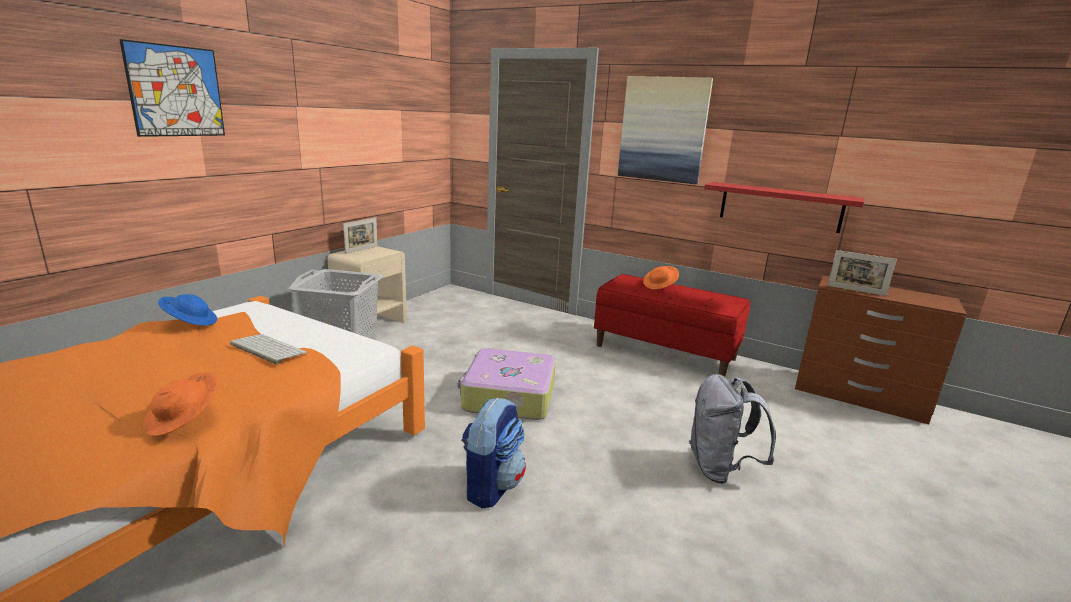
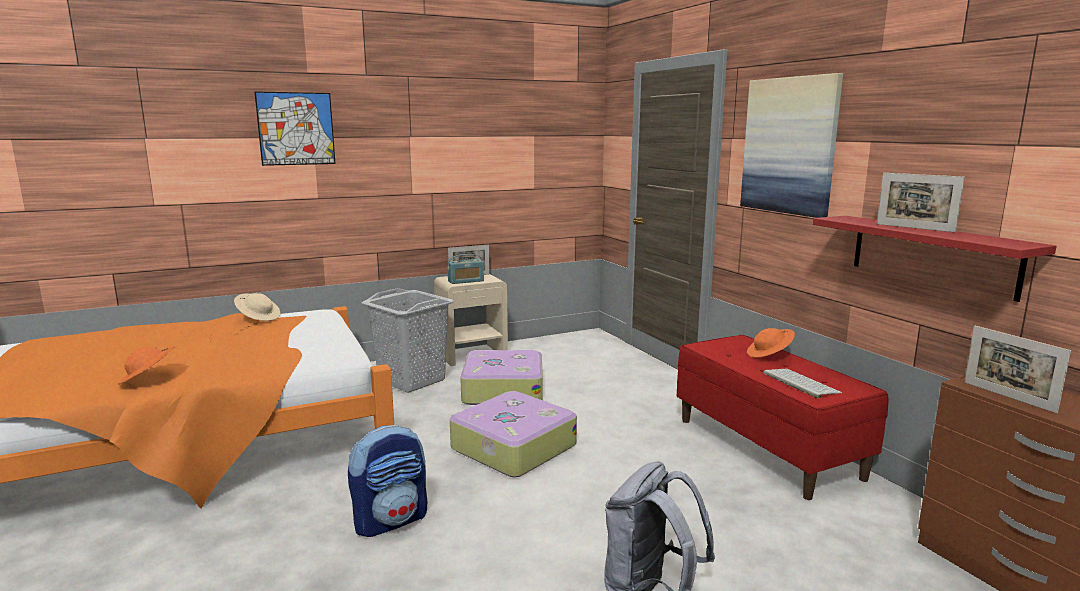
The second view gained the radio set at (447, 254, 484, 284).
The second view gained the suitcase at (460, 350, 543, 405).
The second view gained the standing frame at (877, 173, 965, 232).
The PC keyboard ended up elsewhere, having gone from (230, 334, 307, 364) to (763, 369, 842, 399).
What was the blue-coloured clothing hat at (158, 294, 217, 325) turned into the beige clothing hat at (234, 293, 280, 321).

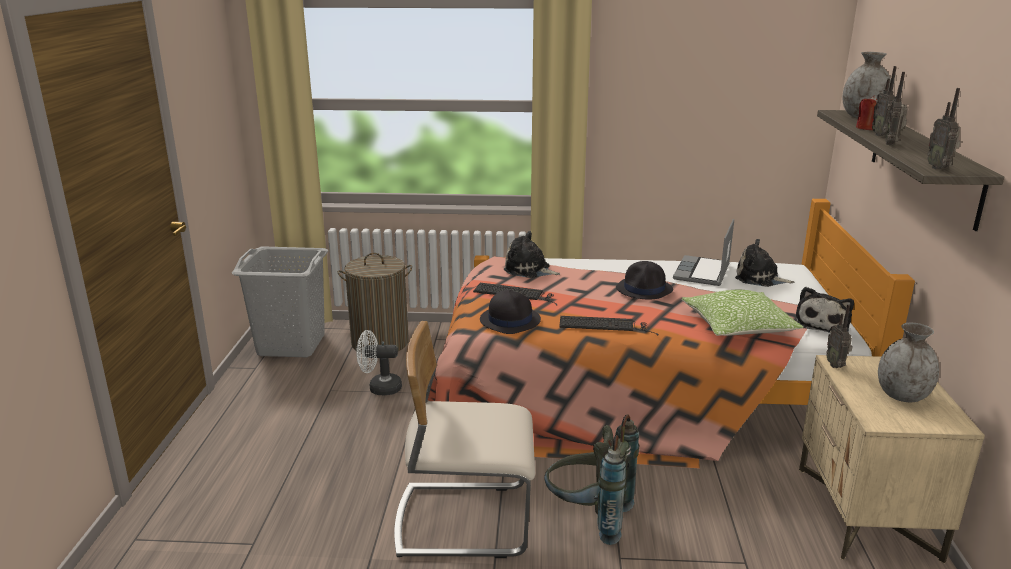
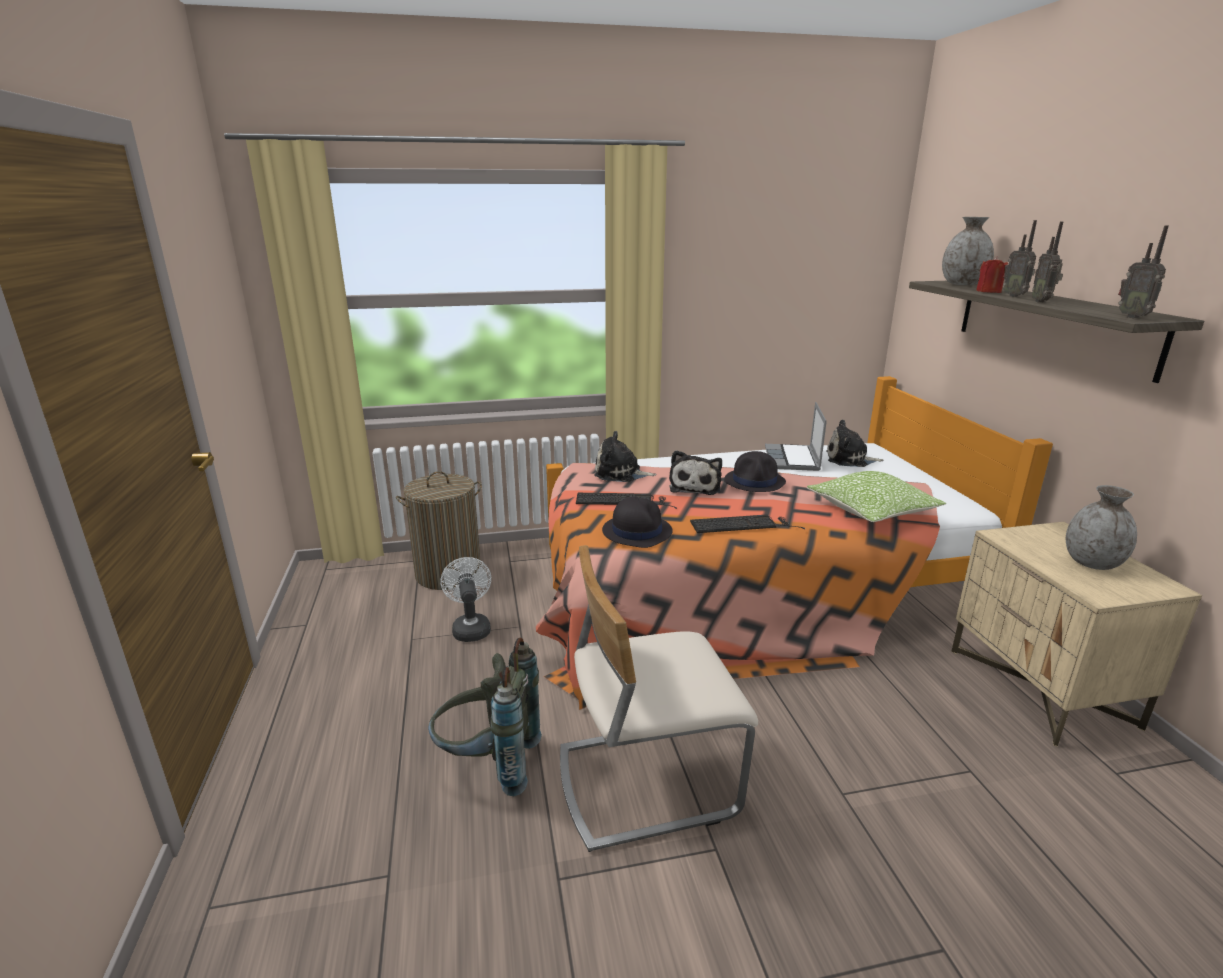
The second view lost the greyish washing basket at (232, 246, 328, 357).
The second view lost the radio set at (826, 304, 853, 368).
The greyish rucksack ended up elsewhere, having gone from (544, 414, 639, 545) to (428, 637, 542, 796).
The soft toy ended up elsewhere, having gone from (796, 287, 854, 333) to (669, 450, 722, 495).
The white cooling fan at (356, 330, 402, 395) ended up facing another way, 90 degrees clockwise from before.

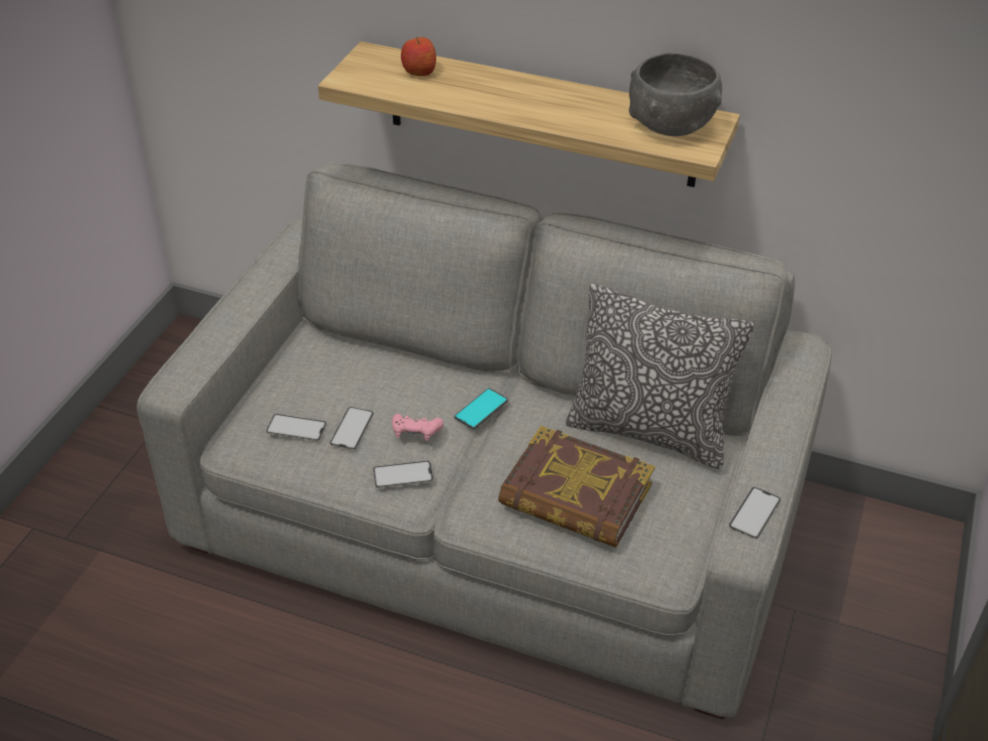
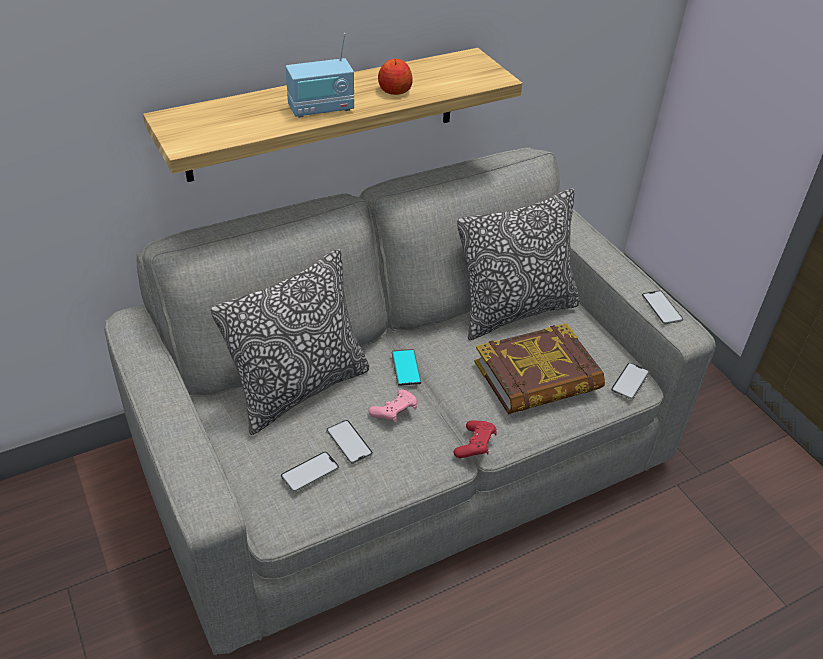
The second view lost the greyish bowl at (629, 52, 722, 136).
The second view gained the cushion at (211, 249, 370, 435).
The second view gained the radio set at (286, 33, 354, 118).
The second view gained the red gamepad at (453, 420, 497, 458).
The handset ended up elsewhere, having gone from (373, 461, 433, 488) to (611, 362, 650, 400).
The apple fruit ended up elsewhere, having gone from (401, 37, 436, 76) to (378, 59, 413, 95).

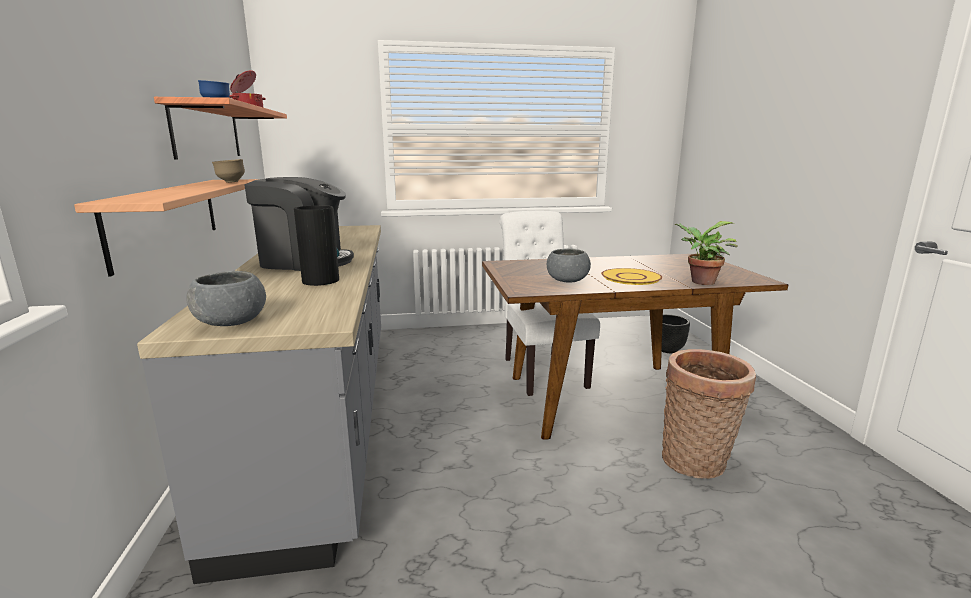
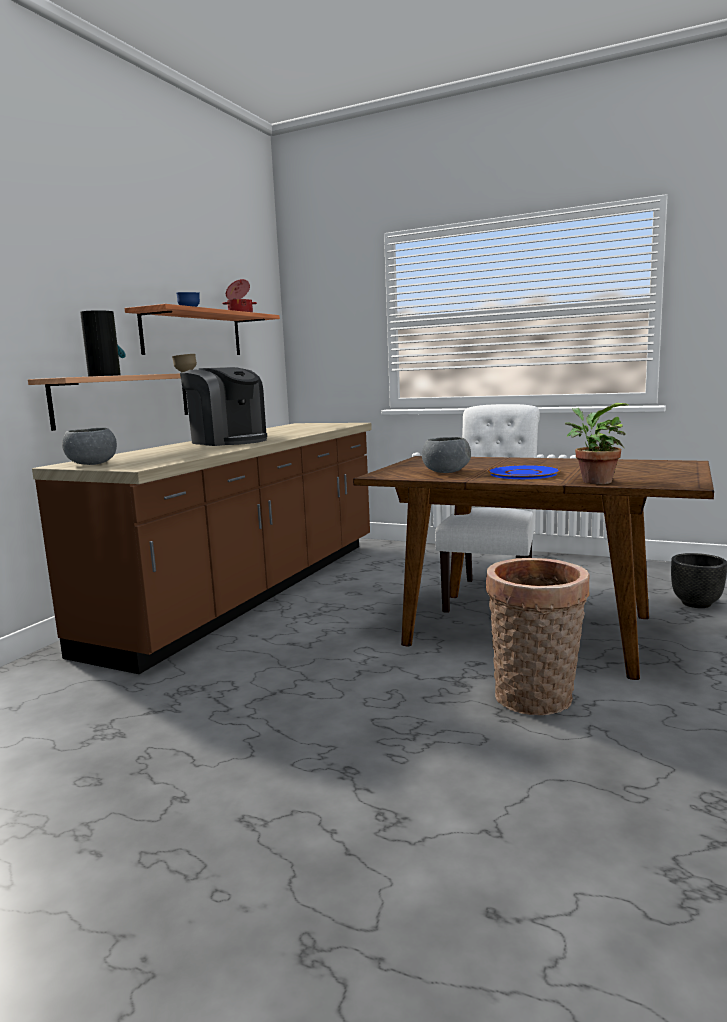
The flower vase ended up elsewhere, having gone from (294, 206, 340, 286) to (80, 310, 126, 376).
What was the greyish counter at (137, 225, 381, 584) turned into the brown-coloured counter at (32, 423, 372, 674).
What was the yellow plate at (601, 268, 662, 285) turned into the blue-coloured plate at (488, 465, 561, 479).

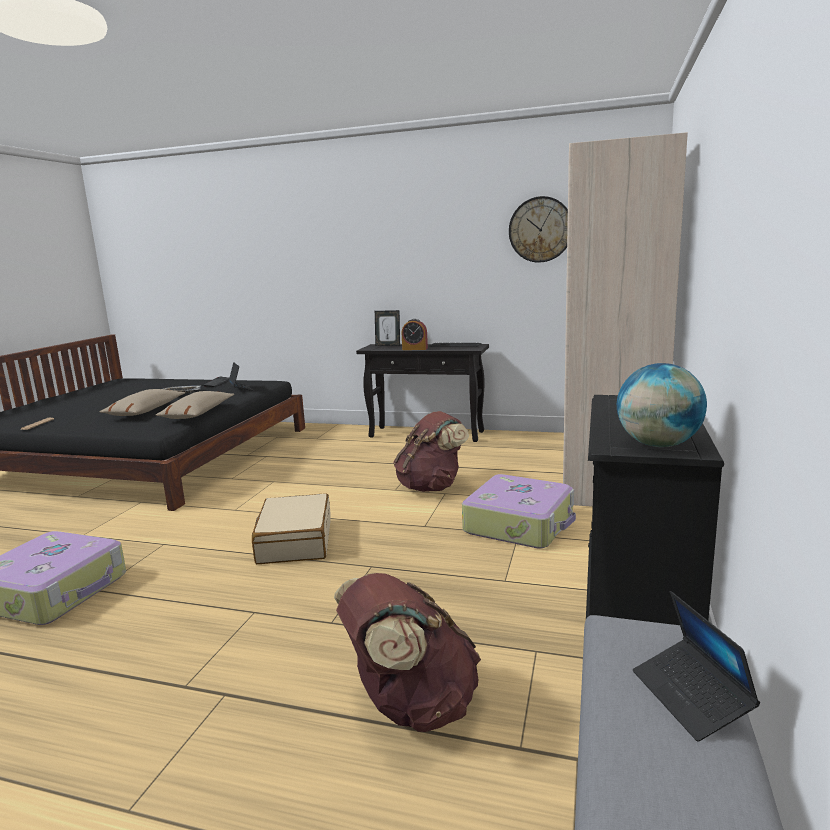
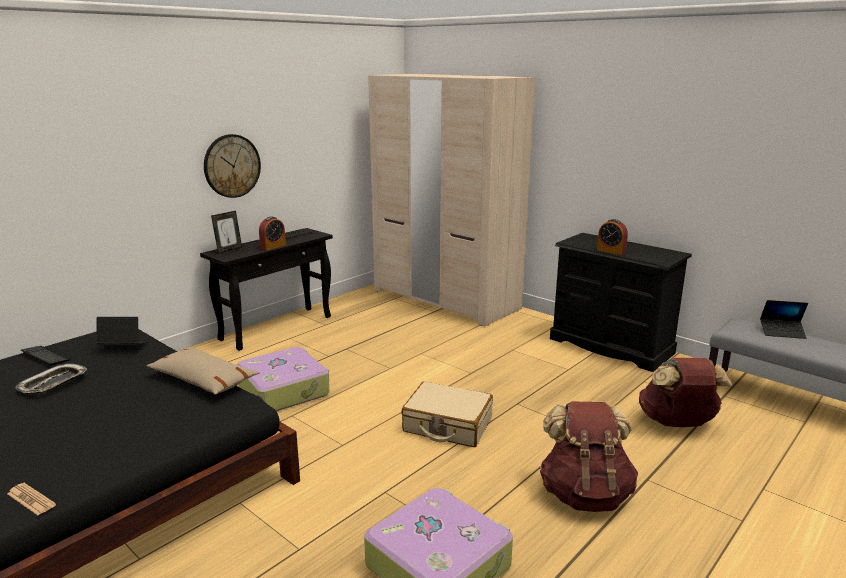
The second view lost the beige cushion at (100, 389, 185, 416).
The second view lost the world globe at (617, 363, 707, 447).
The second view gained the table clock at (597, 219, 628, 255).
The brown-coloured rucksack ended up elsewhere, having gone from (393, 411, 469, 492) to (539, 401, 638, 512).
The suitcase ended up elsewhere, having gone from (462, 474, 576, 549) to (237, 347, 330, 411).
The wall clock ended up elsewhere, having gone from (509, 196, 568, 263) to (204, 134, 261, 198).

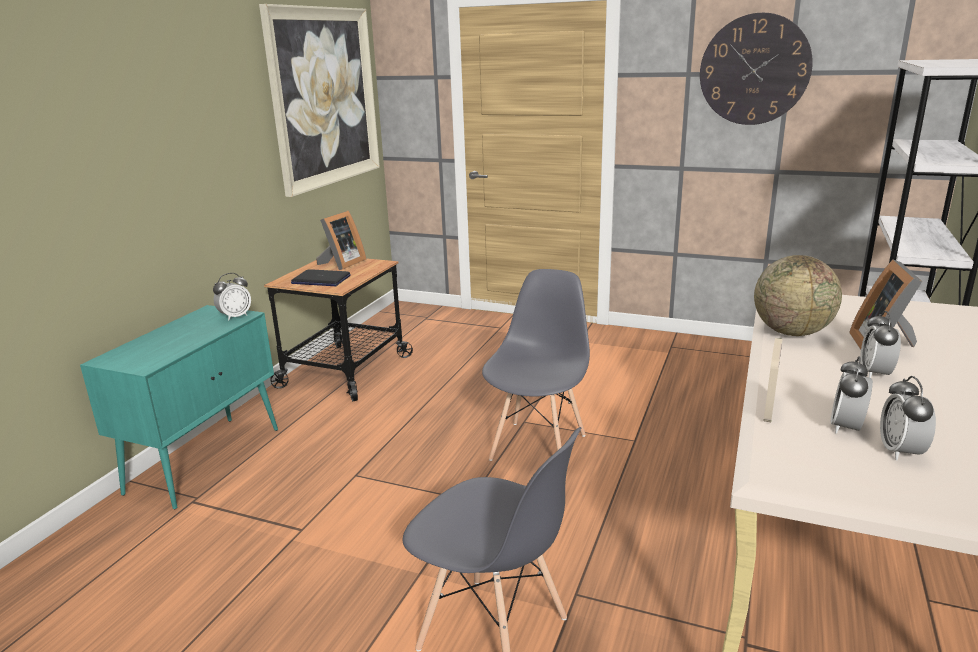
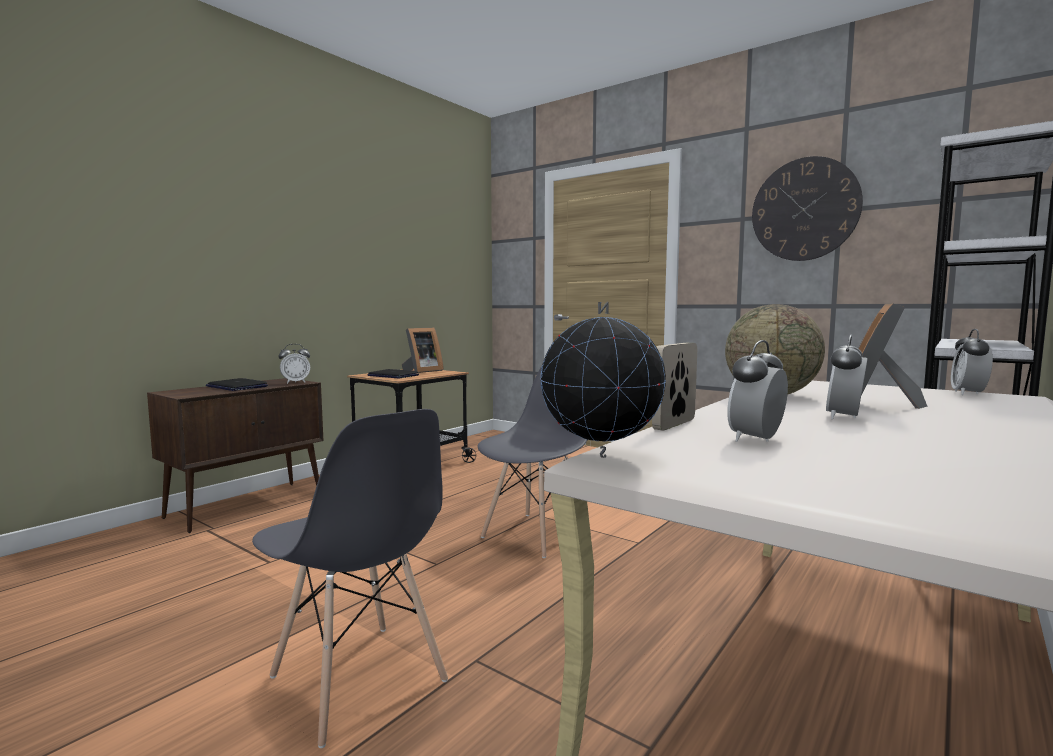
The second view lost the wall picture at (259, 4, 380, 197).
The second view gained the portable computer at (206, 378, 268, 391).
The second view gained the world globe at (540, 302, 666, 458).
The table clock ended up elsewhere, having gone from (880, 376, 936, 460) to (951, 329, 993, 395).
What was the turquoise cupboard at (80, 305, 278, 510) turned into the brown-coloured cupboard at (147, 378, 323, 533).

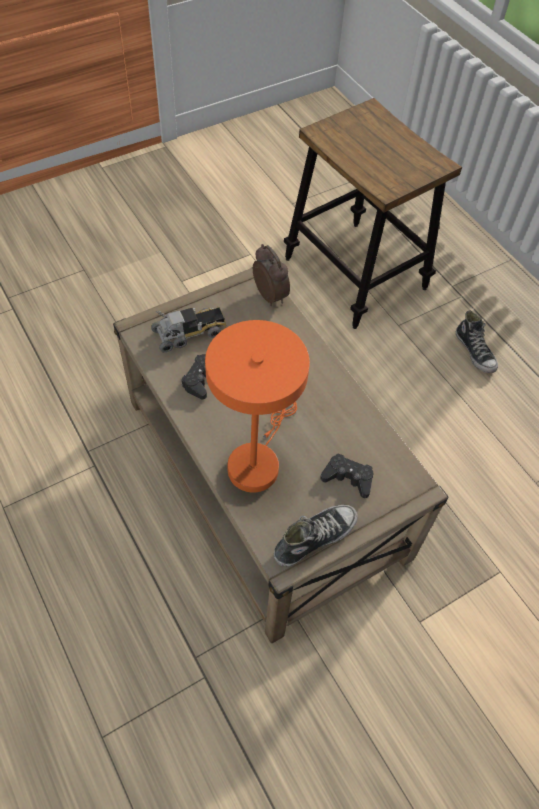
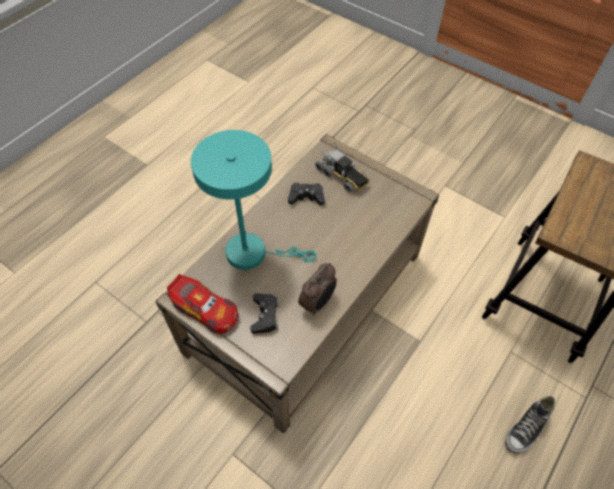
The table clock ended up elsewhere, having gone from (253, 244, 290, 306) to (298, 263, 337, 315).
Where the item of footwear stood at (274, 505, 358, 567), the toy car came to stand at (167, 274, 239, 334).
What was the orange table lamp at (205, 320, 310, 493) turned into the turquoise table lamp at (191, 130, 316, 270).

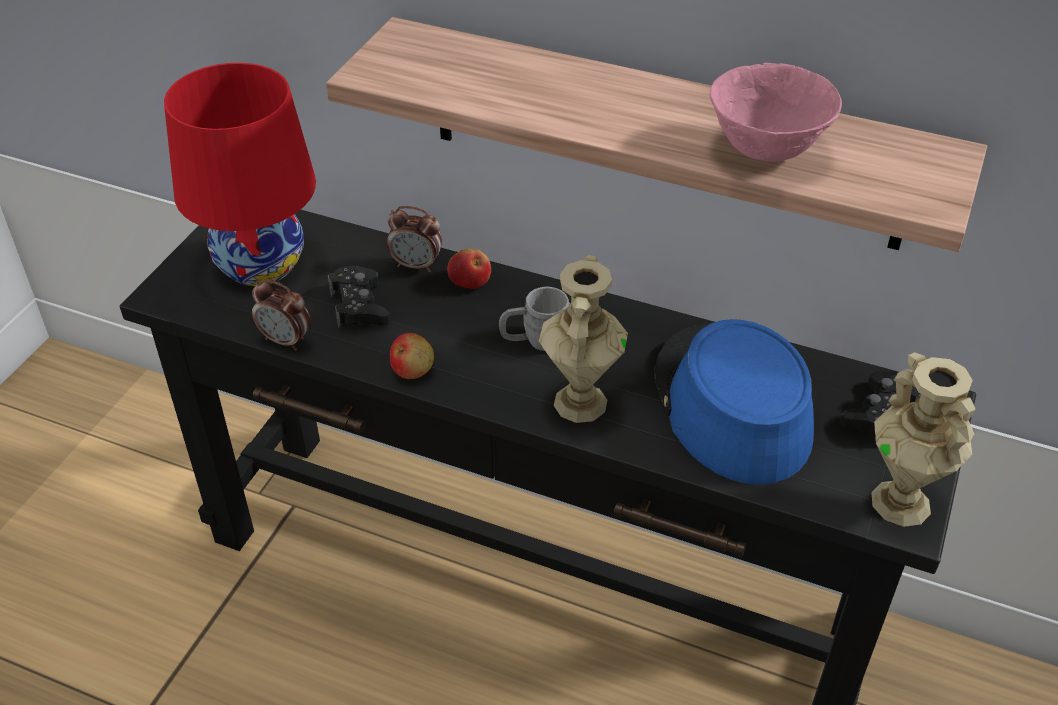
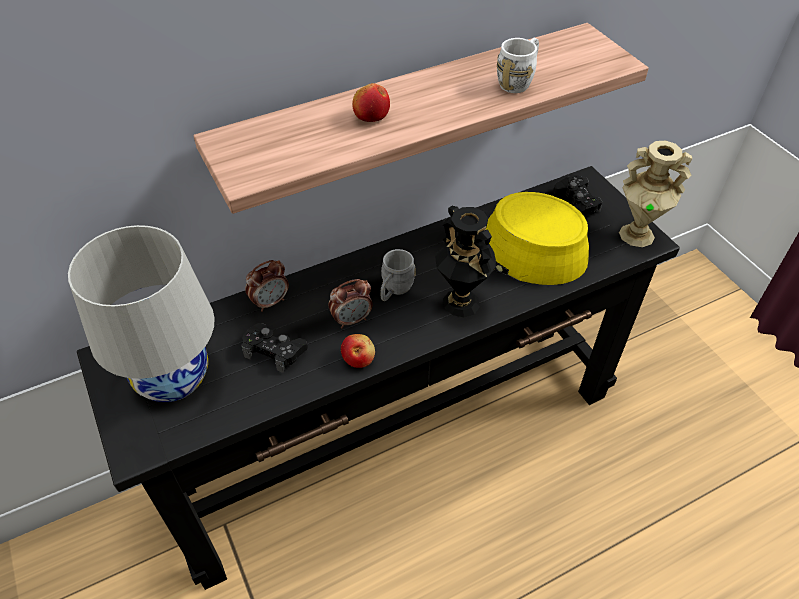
The table clock ended up elsewhere, having gone from (252, 279, 311, 350) to (328, 279, 373, 328).
The apple fruit ended up elsewhere, having gone from (447, 249, 491, 289) to (352, 83, 390, 122).
Where the pink bowl stood at (710, 63, 842, 162), the white tea mug came to stand at (497, 38, 539, 93).
What was the red table lamp at (164, 63, 316, 286) turned into the white table lamp at (68, 225, 215, 402).
What was the beige flower vase at (539, 255, 628, 423) turned into the black-coloured flower vase at (435, 206, 497, 317).
What was the blue-coloured clothing hat at (654, 319, 814, 485) turned into the yellow clothing hat at (457, 192, 589, 285).

